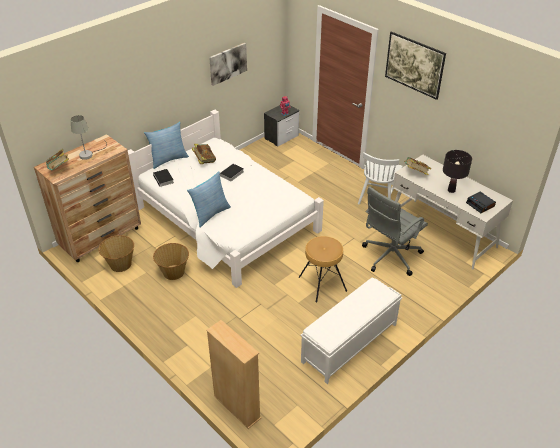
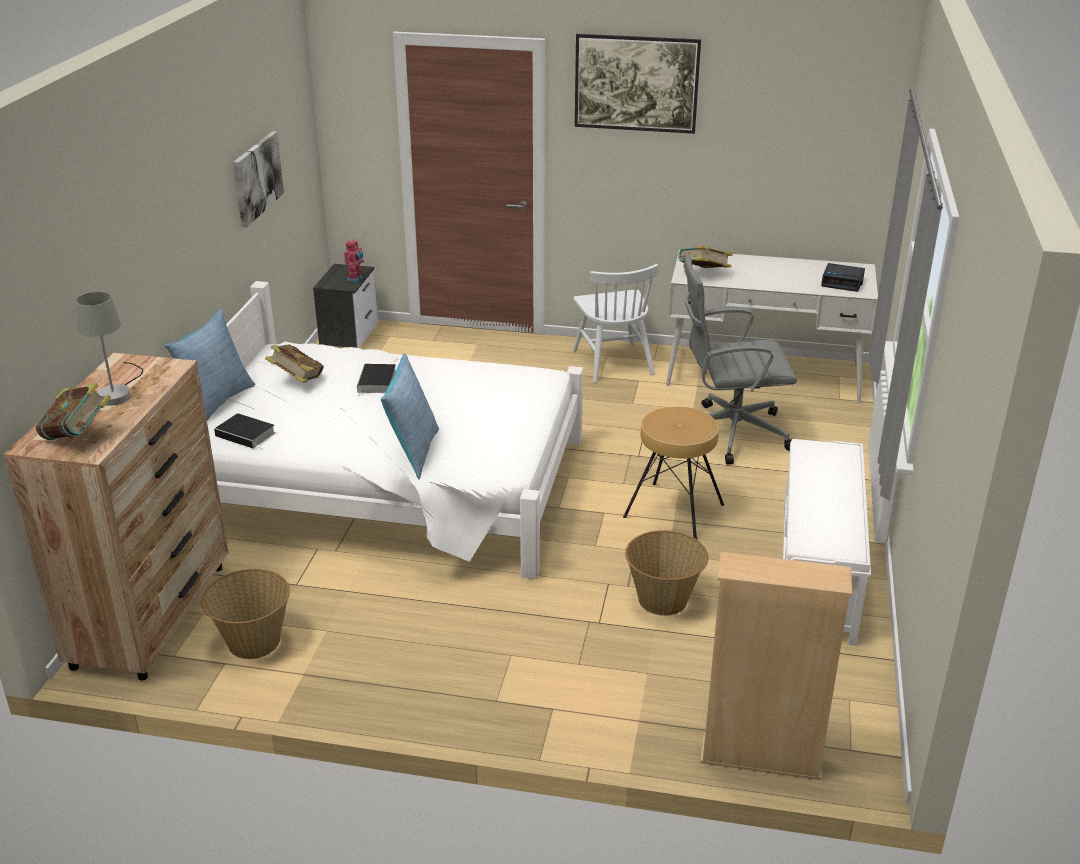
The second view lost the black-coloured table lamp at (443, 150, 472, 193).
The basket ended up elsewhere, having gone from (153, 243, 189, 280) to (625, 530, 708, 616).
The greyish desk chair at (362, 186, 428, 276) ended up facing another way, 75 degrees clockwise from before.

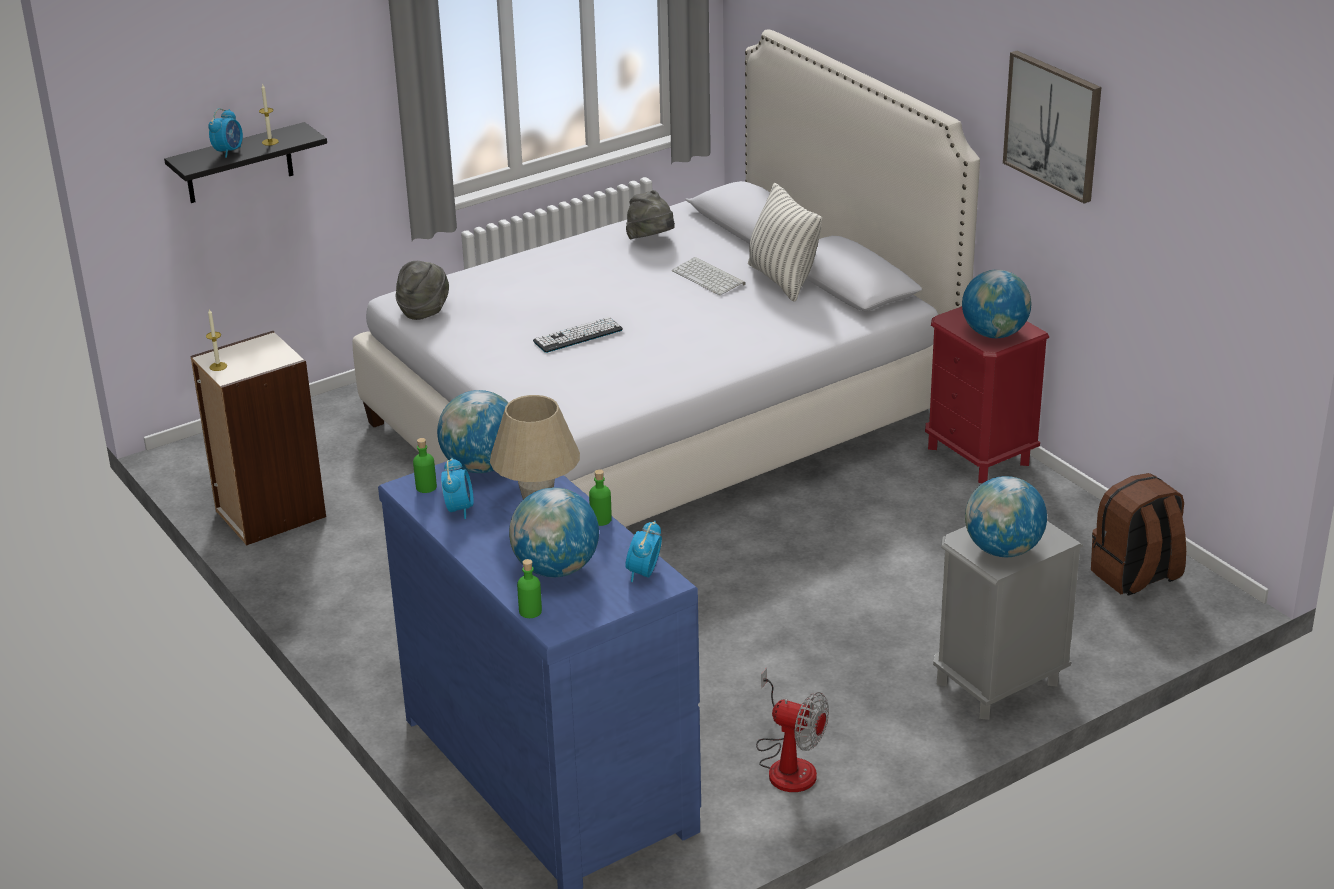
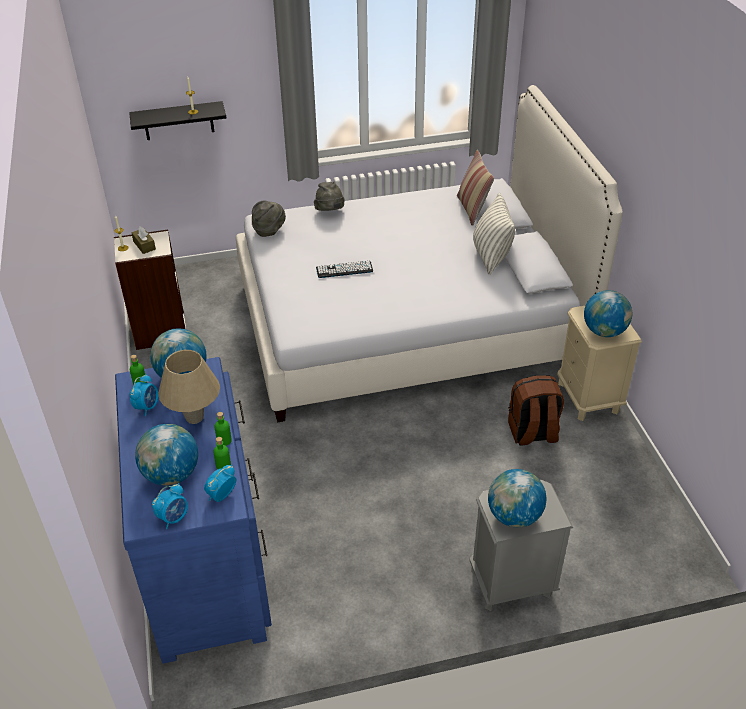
The second view lost the PC keyboard at (672, 257, 746, 295).
The second view lost the cooling fan at (756, 668, 829, 792).
The second view lost the wall picture at (1003, 51, 1101, 204).
The second view gained the brown-coloured box of tissues at (132, 226, 156, 254).
The second view gained the cushion at (457, 150, 494, 226).
The table clock ended up elsewhere, having gone from (208, 108, 243, 158) to (152, 483, 188, 529).
The greenish drink bottle ended up elsewhere, having gone from (517, 559, 542, 618) to (213, 437, 231, 470).
The greyish clothing hat ended up elsewhere, having gone from (626, 190, 675, 240) to (314, 181, 345, 211).
The brown-coloured rucksack ended up elsewhere, having gone from (1091, 473, 1186, 595) to (508, 375, 564, 446).
What was the red night table at (925, 306, 1049, 483) turned into the beige night table at (557, 305, 642, 421).

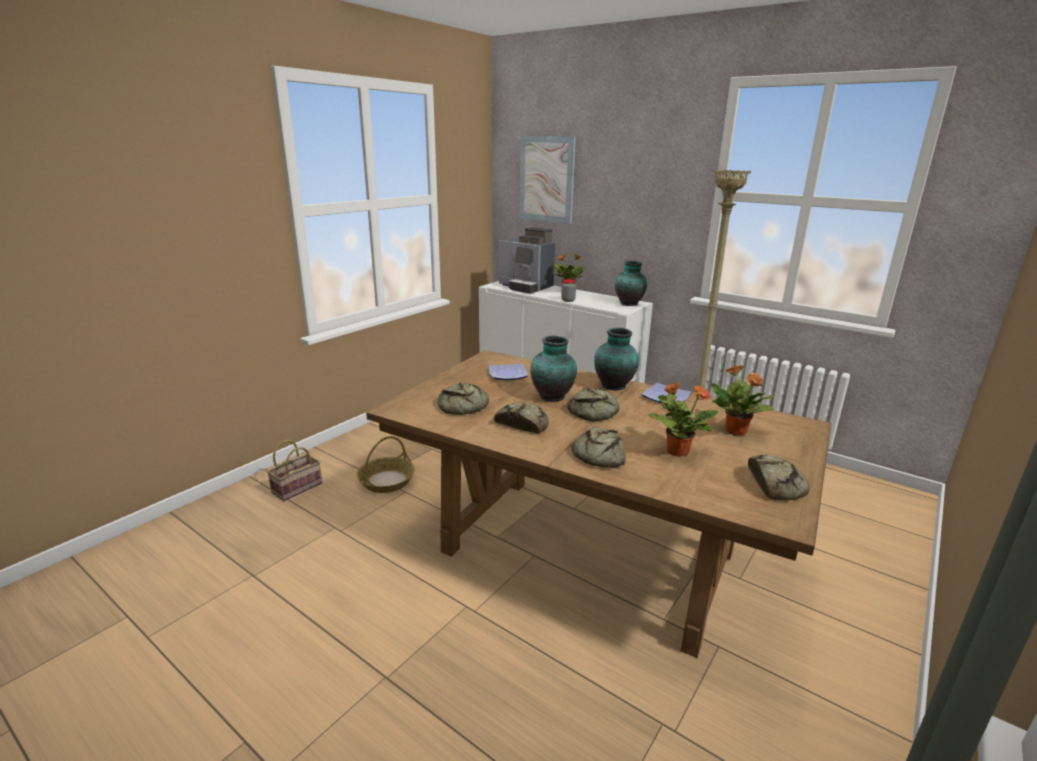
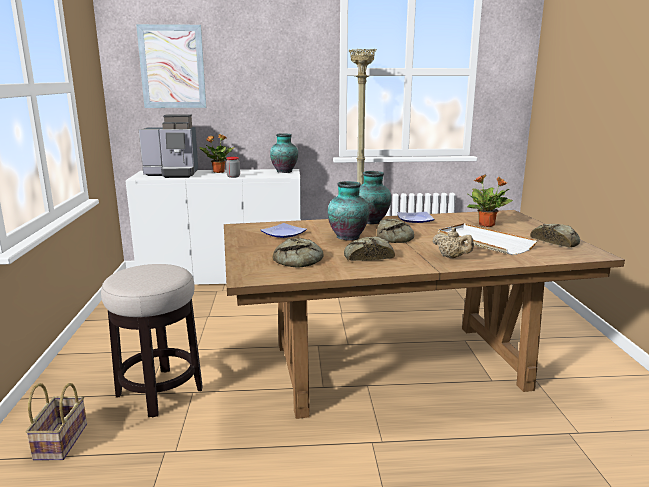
Where the basket stood at (356, 436, 415, 493), the stool came to stand at (101, 264, 202, 417).
Where the bread stood at (572, 427, 626, 467), the beige tea pot came to stand at (433, 228, 474, 258).
Where the potted plant stood at (648, 382, 719, 457), the white serving tray came to stand at (438, 223, 537, 255).

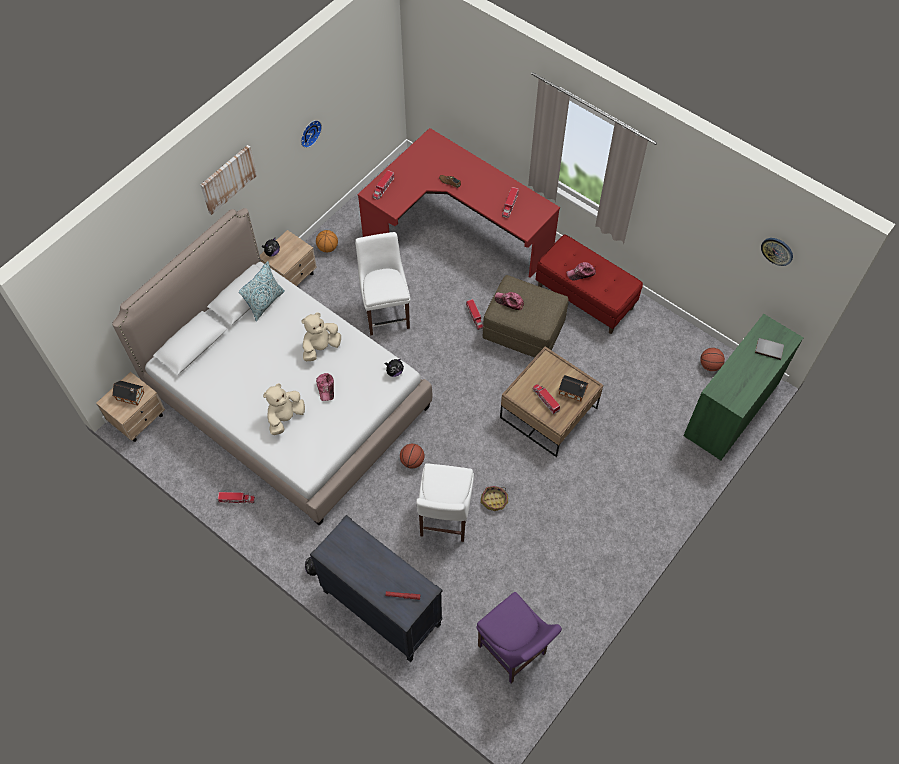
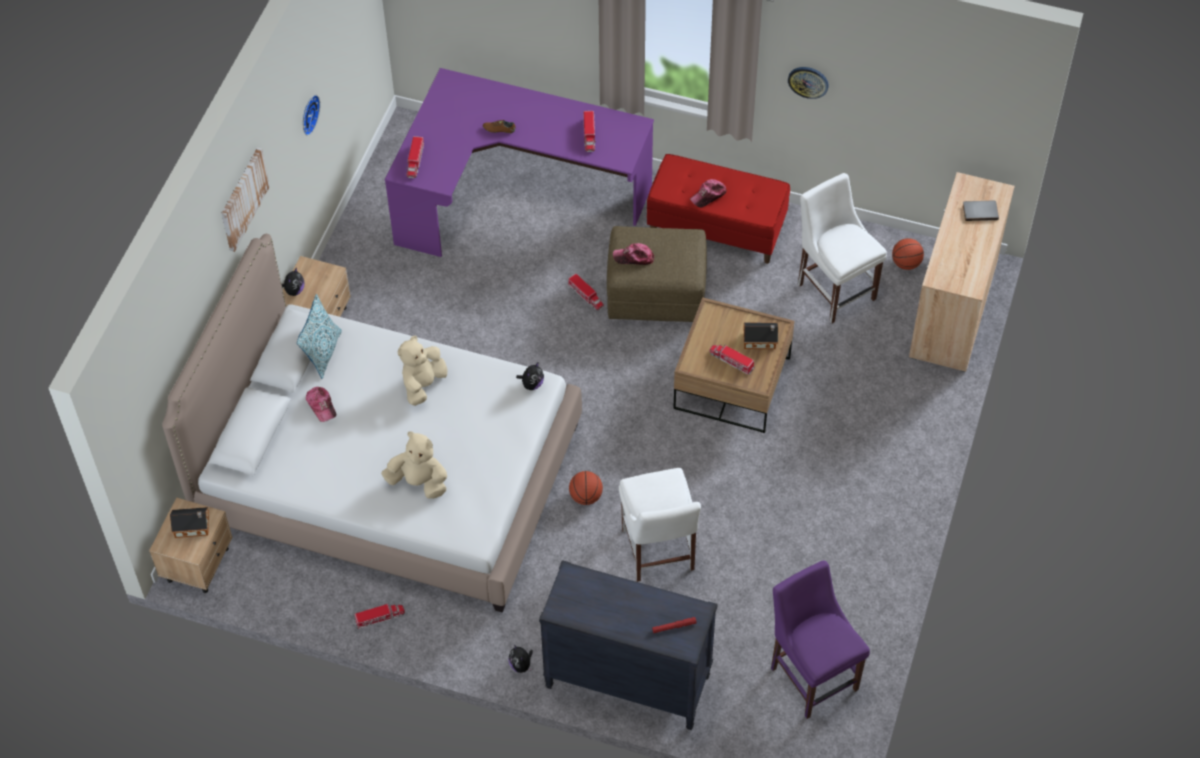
The second view lost the ball for basketball at (316, 230, 338, 252).
The second view lost the basket at (481, 486, 508, 511).
The cap ended up elsewhere, having gone from (316, 373, 334, 401) to (306, 387, 336, 422).
The white plain chair ended up elsewhere, having gone from (355, 232, 410, 336) to (798, 173, 887, 324).
The wall clock ended up elsewhere, having gone from (761, 238, 793, 266) to (788, 67, 829, 99).
What was the red desk unit at (357, 128, 560, 278) turned into the purple desk unit at (385, 68, 654, 257).
What was the greenish cupboard at (683, 314, 803, 460) turned into the beige cupboard at (909, 172, 1015, 372).
The beige soft toy at (263, 383, 305, 435) ended up facing another way, 90 degrees clockwise from before.
The purple plain chair at (476, 592, 562, 684) ended up facing another way, 150 degrees counterclockwise from before.

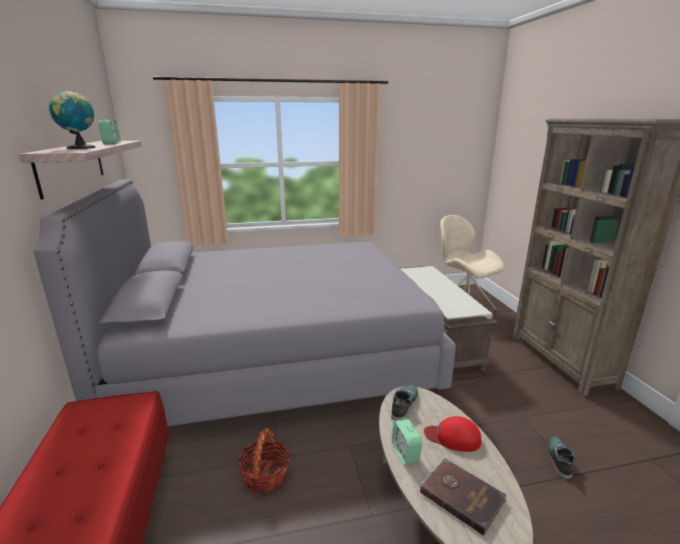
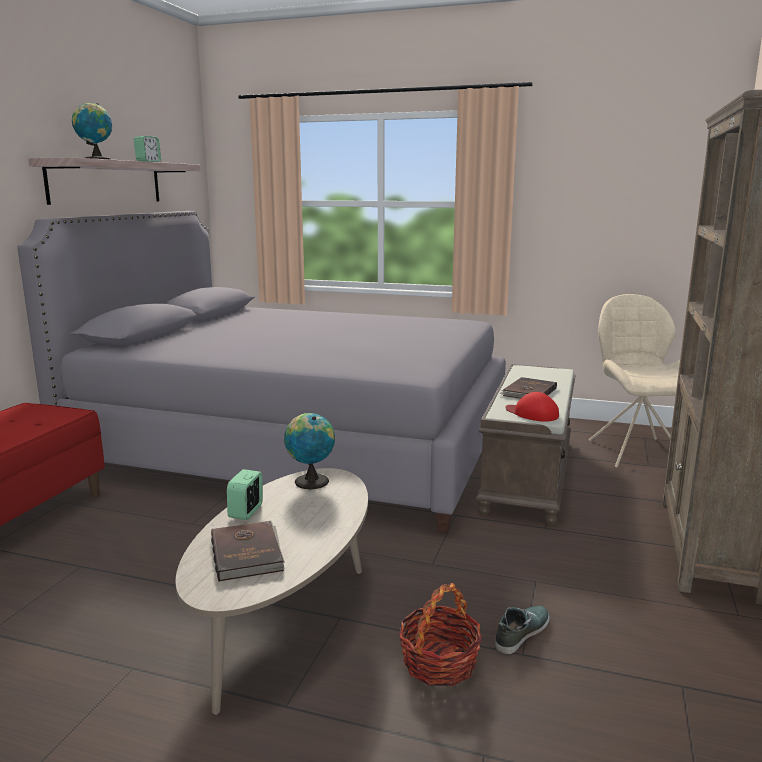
The second view gained the brown-coloured volume at (500, 377, 557, 399).
The basket ended up elsewhere, having gone from (238, 428, 290, 494) to (399, 583, 482, 686).
The red cap ended up elsewhere, having gone from (424, 416, 481, 452) to (505, 392, 559, 422).
Where the item of footwear stood at (391, 384, 418, 421), the world globe came to stand at (284, 413, 335, 490).

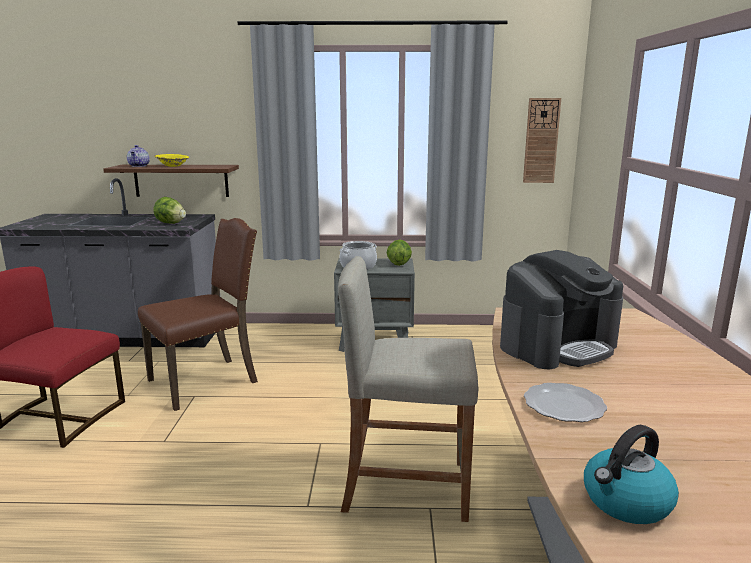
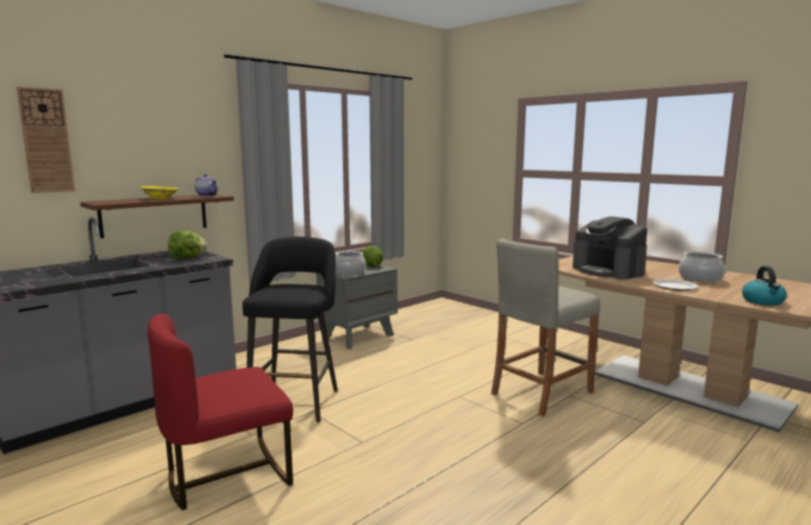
The second view gained the cooking pot at (679, 252, 725, 283).
The tea pot ended up elsewhere, having gone from (127, 145, 150, 167) to (195, 174, 218, 196).
The wall clock ended up elsewhere, having gone from (523, 98, 561, 183) to (17, 87, 75, 193).
Where the brown-coloured plain chair stood at (138, 218, 258, 411), the black-coloured stool came to stand at (242, 236, 338, 422).
The coffee maker at (500, 250, 623, 369) ended up facing another way, 135 degrees clockwise from before.

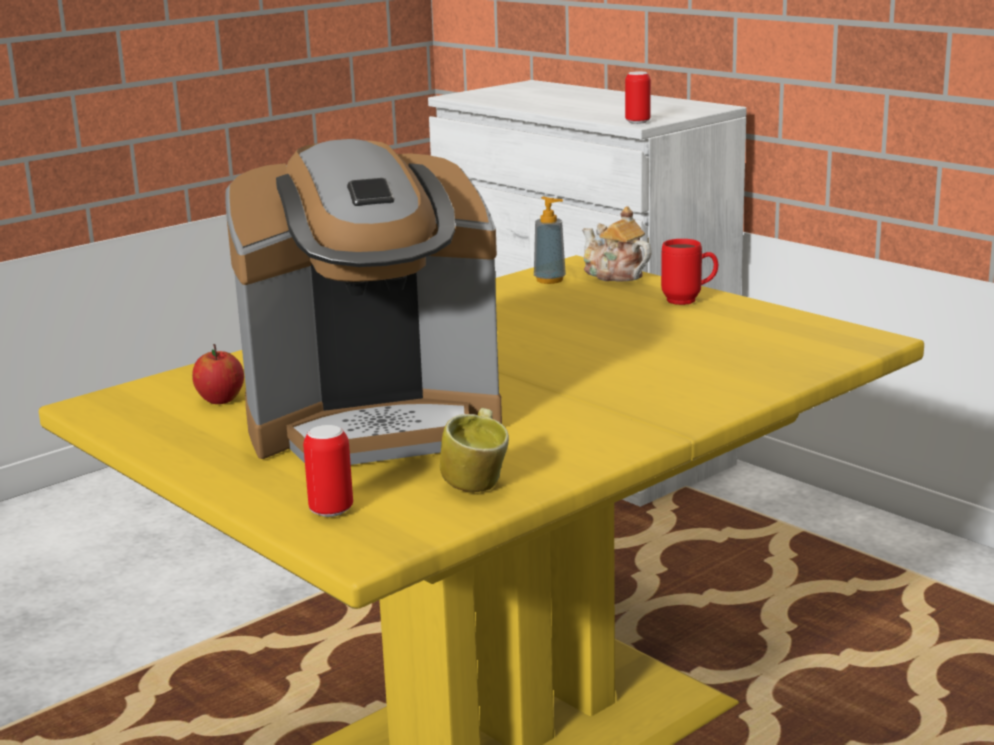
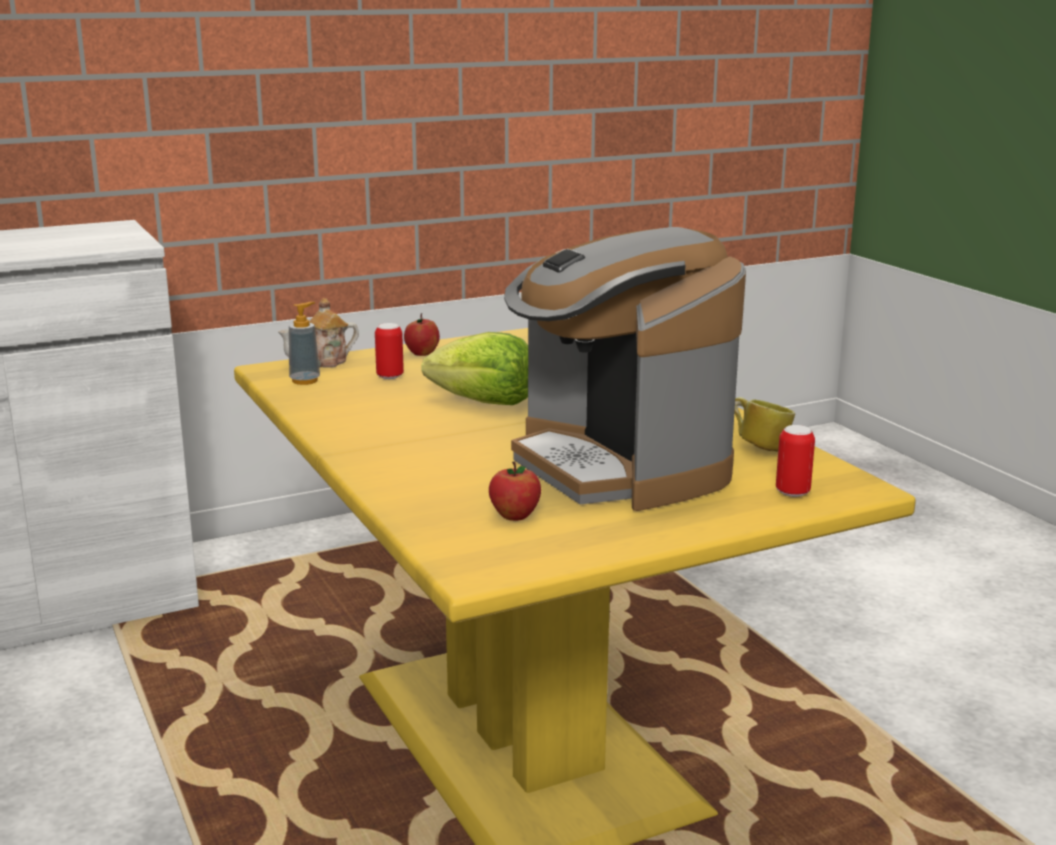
The second view gained the head of lettuce at (421, 332, 528, 405).
The can ended up elsewhere, having gone from (625, 71, 651, 124) to (375, 323, 404, 379).
Where the red tea mug stood at (661, 239, 719, 305), the apple fruit came to stand at (404, 313, 440, 356).
The coffee maker at (225, 139, 502, 465) ended up facing another way, 150 degrees clockwise from before.

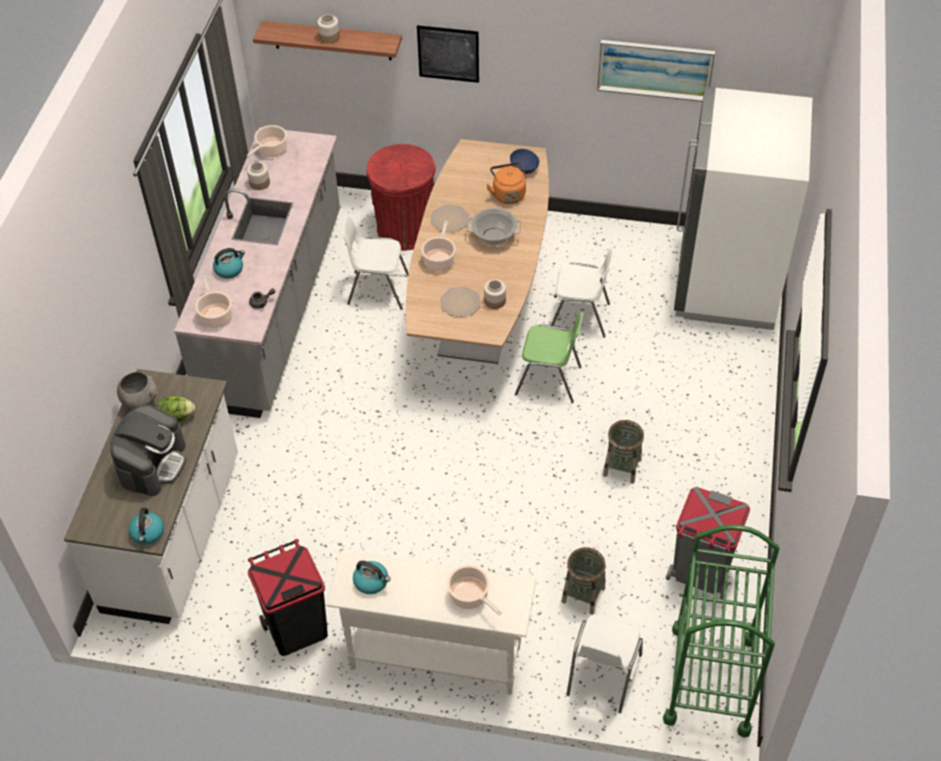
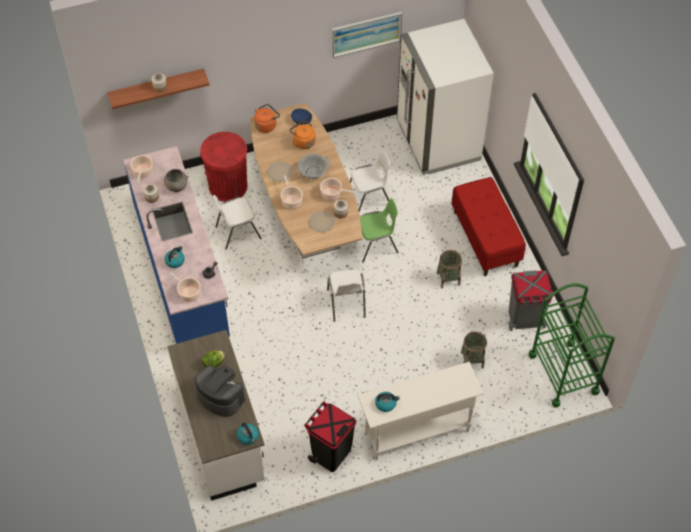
The second view lost the wall picture at (417, 25, 479, 83).
The second view gained the orange water kettle at (254, 104, 280, 133).
The second view gained the red indoor bench at (451, 177, 526, 276).
The greyish bowl ended up elsewhere, having gone from (117, 372, 158, 410) to (164, 169, 188, 192).
The cooking pot ended up elsewhere, having gone from (447, 565, 502, 615) to (320, 178, 355, 201).
The white plain chair ended up elsewhere, having gone from (566, 615, 643, 713) to (327, 269, 366, 322).
What was the greyish counter at (174, 127, 340, 418) turned into the blue-coloured counter at (124, 146, 230, 344).
The coffee maker at (110, 404, 186, 496) ended up facing another way, 45 degrees counterclockwise from before.

